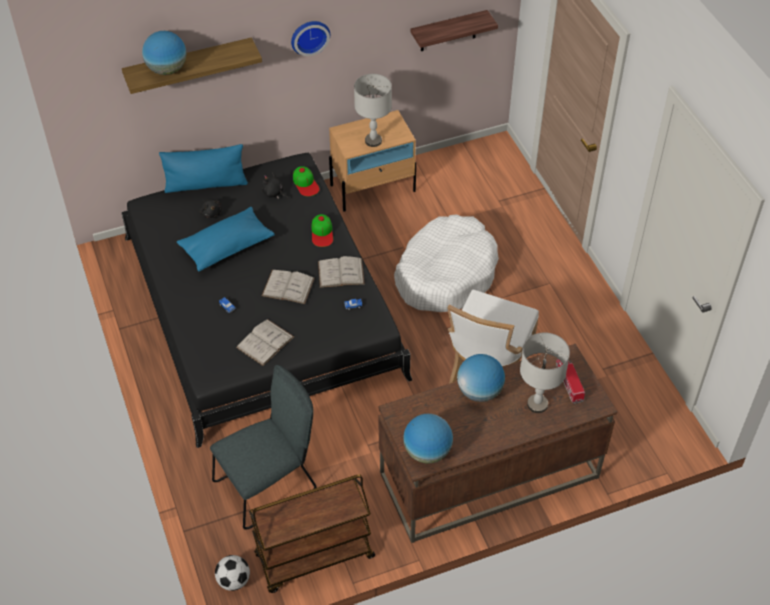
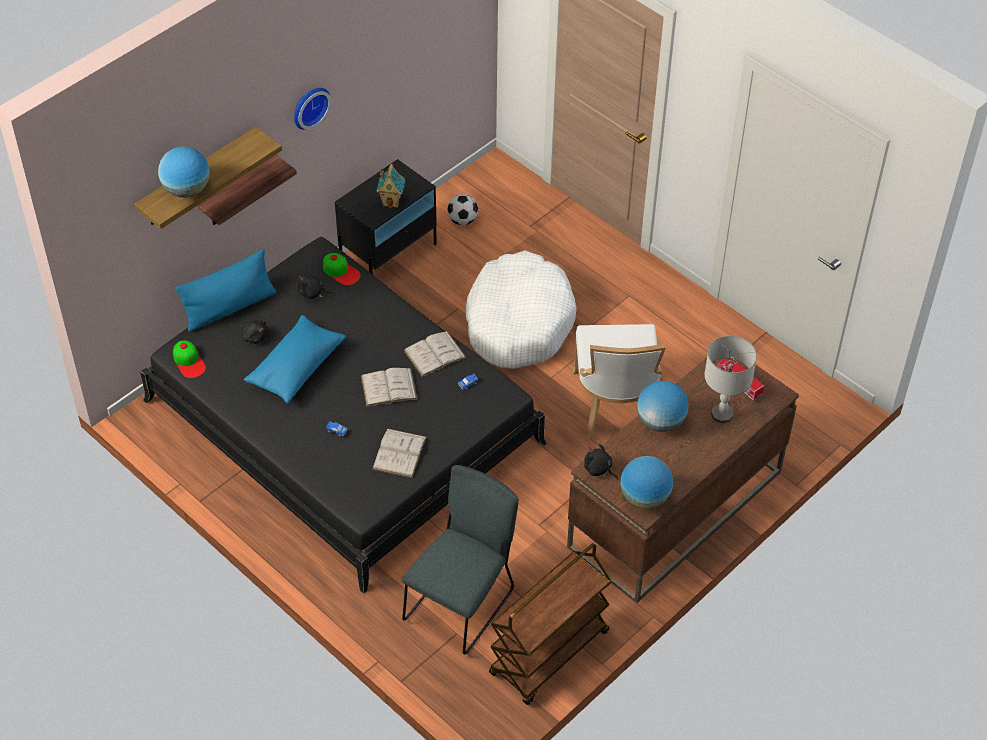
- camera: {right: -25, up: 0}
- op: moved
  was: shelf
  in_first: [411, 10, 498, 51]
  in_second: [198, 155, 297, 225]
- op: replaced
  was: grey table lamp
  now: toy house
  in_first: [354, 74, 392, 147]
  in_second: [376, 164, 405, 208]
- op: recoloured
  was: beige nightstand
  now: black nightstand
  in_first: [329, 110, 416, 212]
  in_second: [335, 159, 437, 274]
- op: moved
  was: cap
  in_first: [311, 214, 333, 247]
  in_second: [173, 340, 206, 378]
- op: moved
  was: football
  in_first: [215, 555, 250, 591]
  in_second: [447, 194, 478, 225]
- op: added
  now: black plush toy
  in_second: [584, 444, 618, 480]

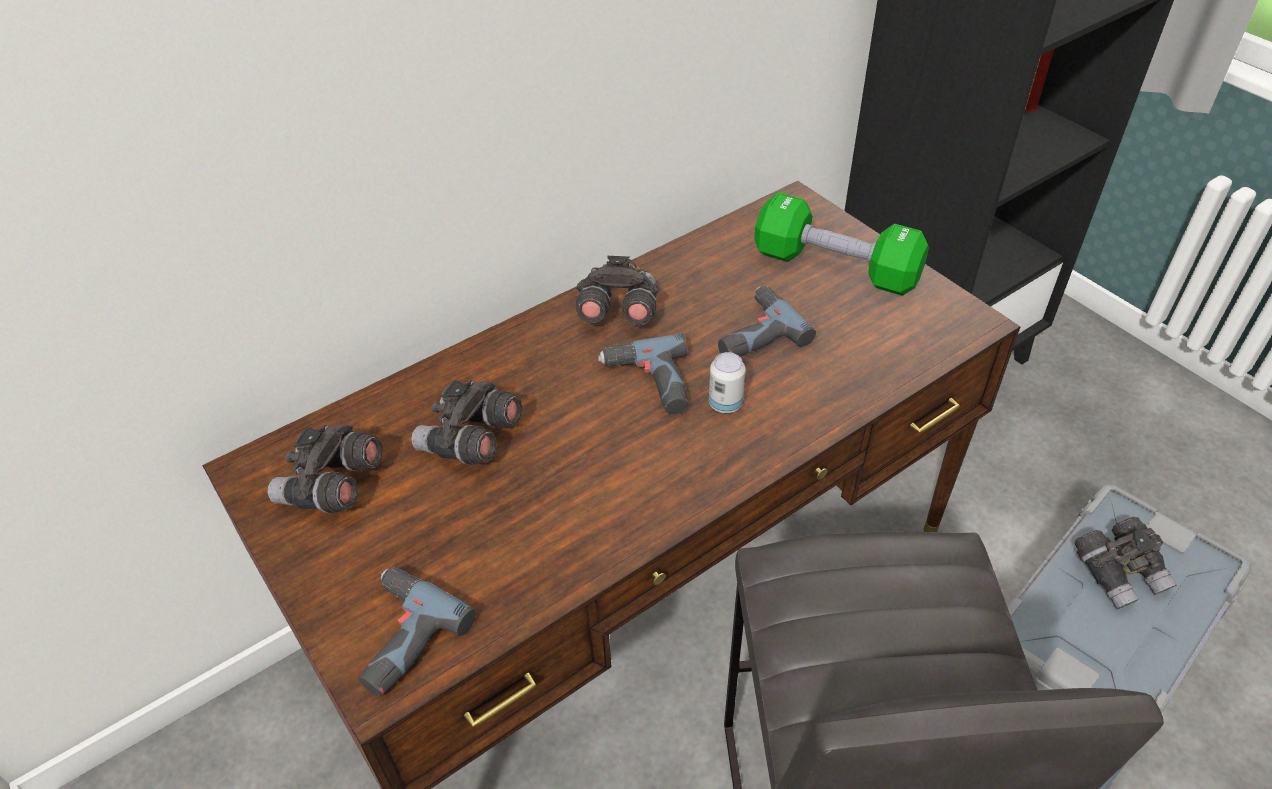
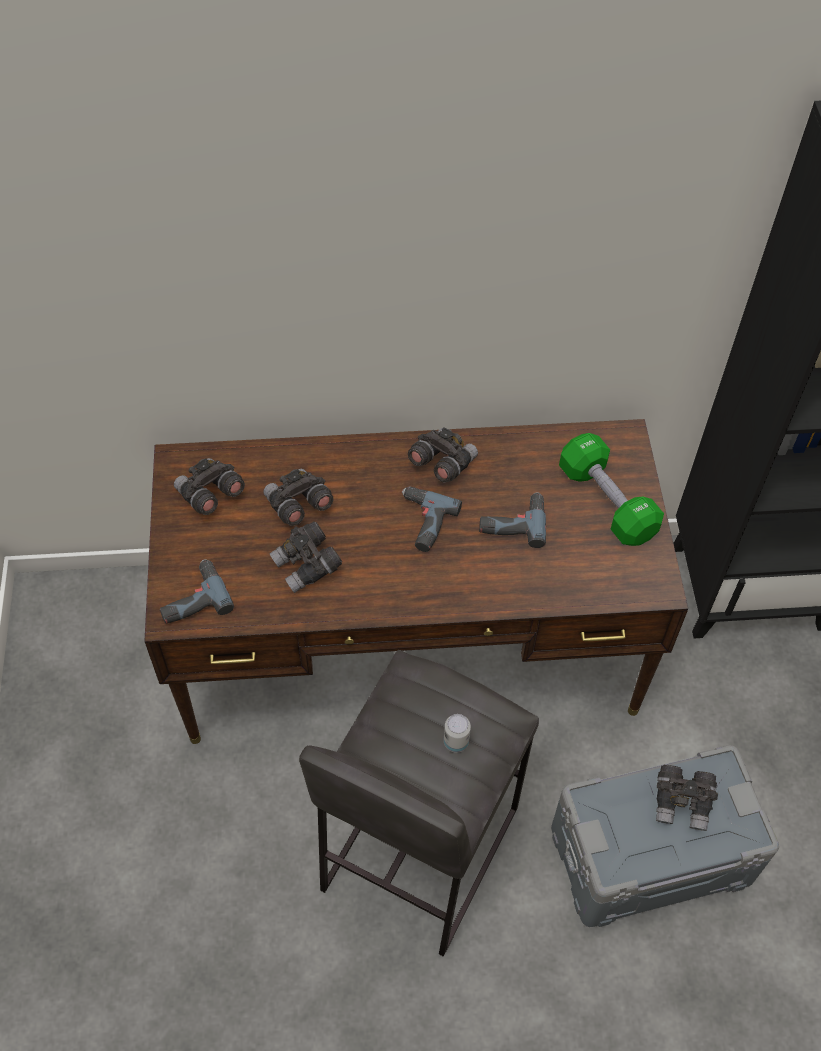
- camera: {right: 30, up: 10}
- op: moved
  was: can
  in_first: [709, 352, 745, 413]
  in_second: [444, 714, 471, 753]
- op: added
  now: grey binoculars
  in_second: [269, 522, 342, 593]

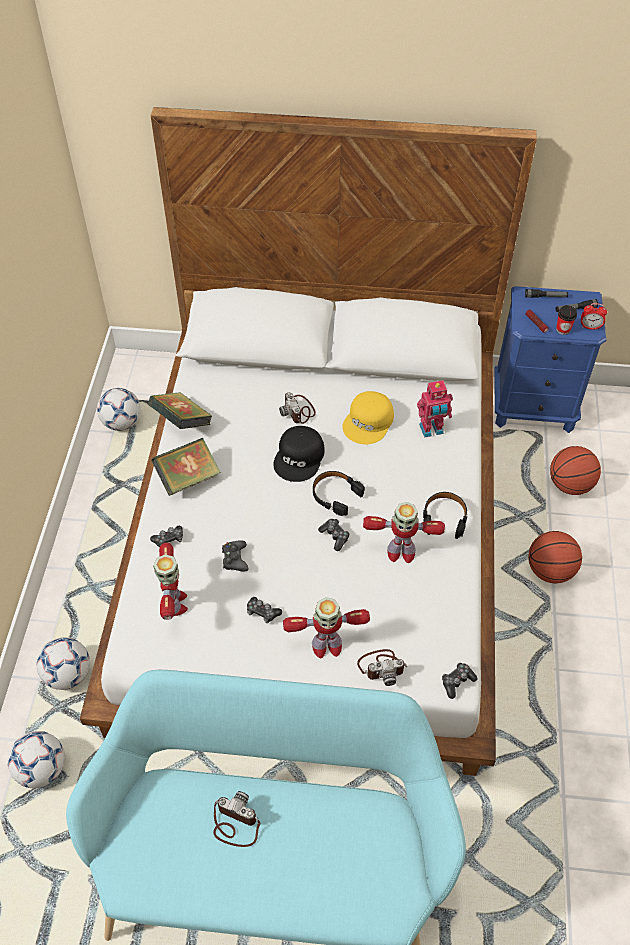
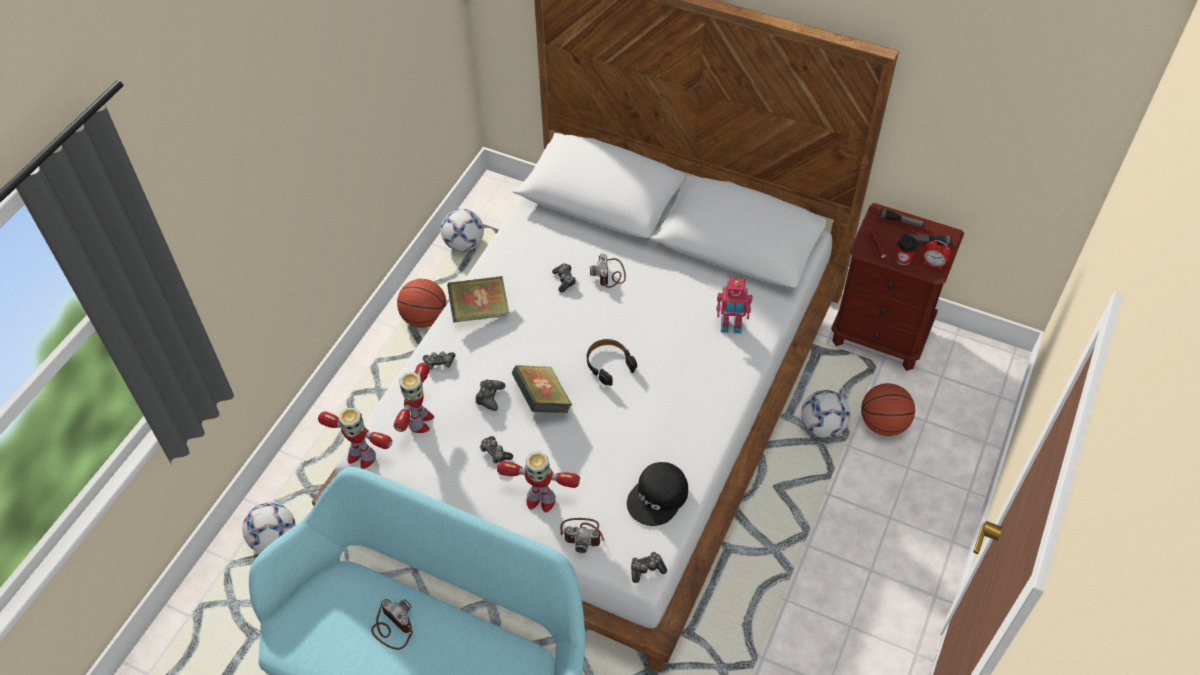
- camera: {right: 20, up: 0}
- op: recoloured
  was: blue nightstand
  now: brown nightstand
  in_first: [494, 286, 606, 433]
  in_second: [831, 203, 964, 371]
- op: removed
  was: yellow cap
  in_first: [342, 391, 394, 444]
- op: moved
  was: book
  in_first: [148, 392, 212, 429]
  in_second: [512, 365, 573, 413]
- op: moved
  was: black cap
  in_first: [273, 426, 325, 482]
  in_second: [627, 462, 688, 526]
- op: removed
  was: black headphones
  in_first: [423, 492, 468, 539]
- op: moved
  was: toy robot
  in_first: [363, 502, 445, 563]
  in_second: [318, 408, 392, 469]
- op: moved
  was: game controller
  in_first: [318, 519, 350, 551]
  in_second: [552, 263, 576, 292]
- op: moved
  was: basketball
  in_first: [528, 531, 582, 583]
  in_second: [397, 279, 446, 328]
- op: moved
  was: football
  in_first: [37, 637, 90, 690]
  in_second: [801, 390, 850, 438]

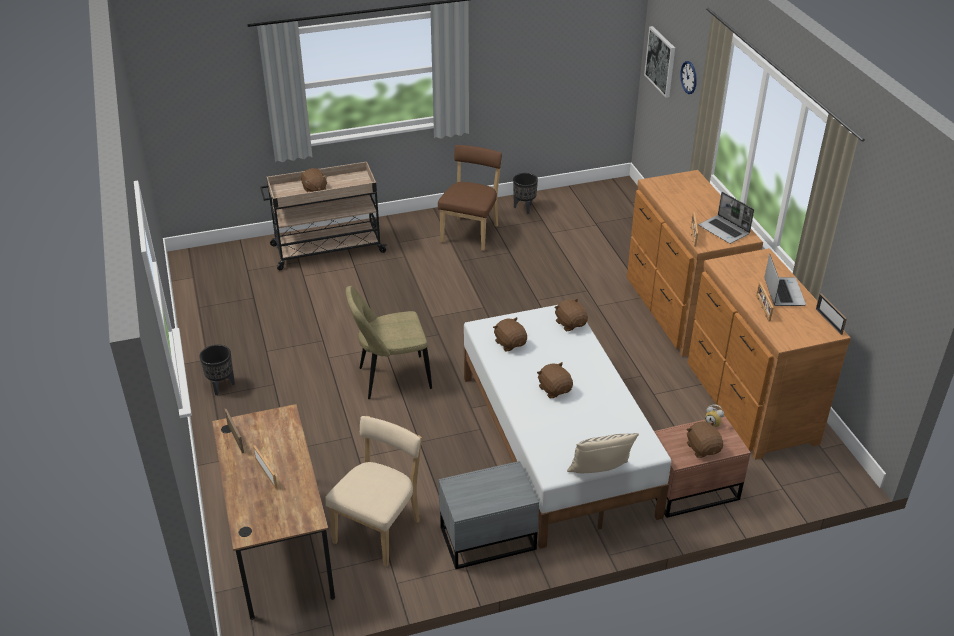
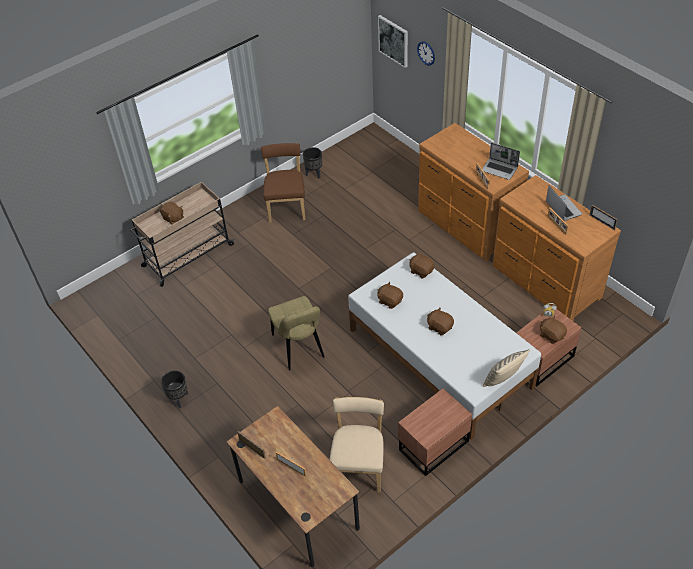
- camera: {right: -20, up: 10}
- op: turned
  was: beige chair
  in_first: [346, 286, 432, 399]
  in_second: [268, 296, 324, 370]
  clockwise: -75
- op: recoloured
  was: grey nightstand
  now: brown nightstand
  in_first: [438, 461, 539, 569]
  in_second: [398, 389, 472, 476]

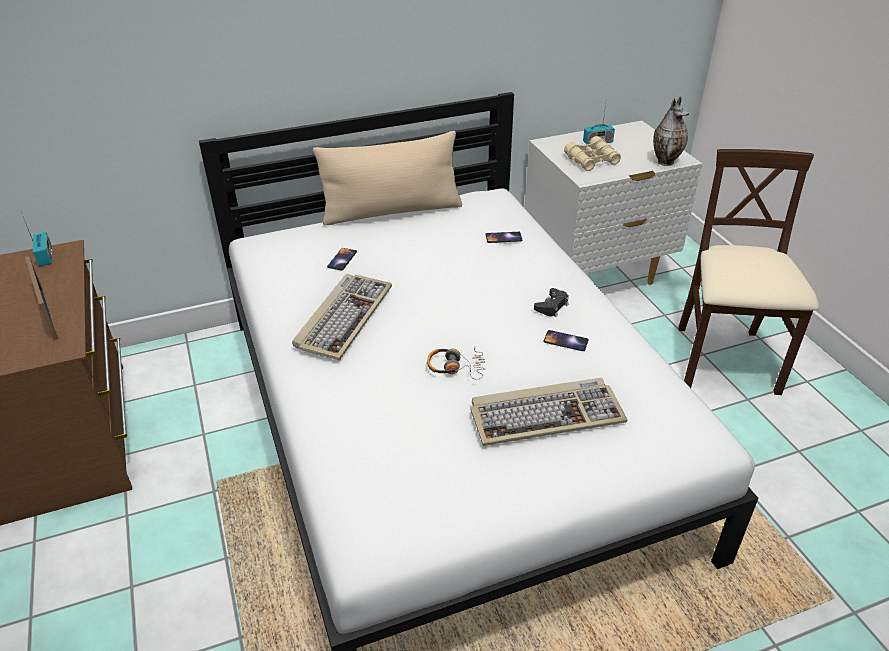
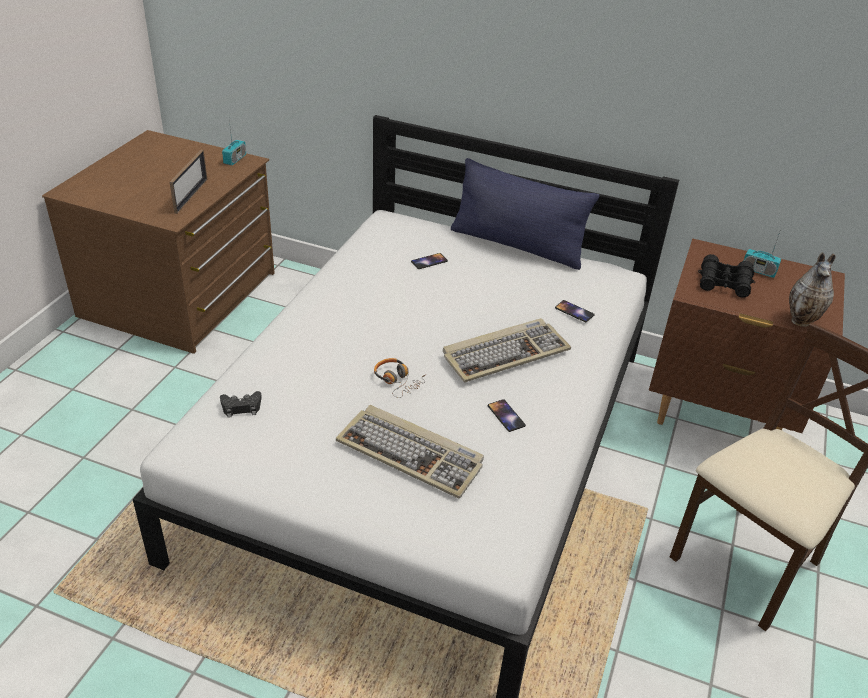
- camera: {right: 40, up: 0}
- op: recoloured
  was: white nightstand
  now: brown nightstand
  in_first: [525, 121, 702, 285]
  in_second: [649, 238, 845, 433]
- op: recoloured
  was: beige pillow
  now: blue pillow
  in_first: [313, 131, 462, 225]
  in_second: [451, 158, 599, 270]
- op: recoloured
  was: beige binoculars
  now: black binoculars
  in_first: [564, 136, 621, 171]
  in_second: [698, 254, 755, 298]
- op: moved
  was: keyboard
  in_first: [292, 274, 392, 360]
  in_second: [443, 318, 571, 383]
- op: moved
  was: black game controller
  in_first: [534, 288, 569, 317]
  in_second: [220, 391, 262, 418]

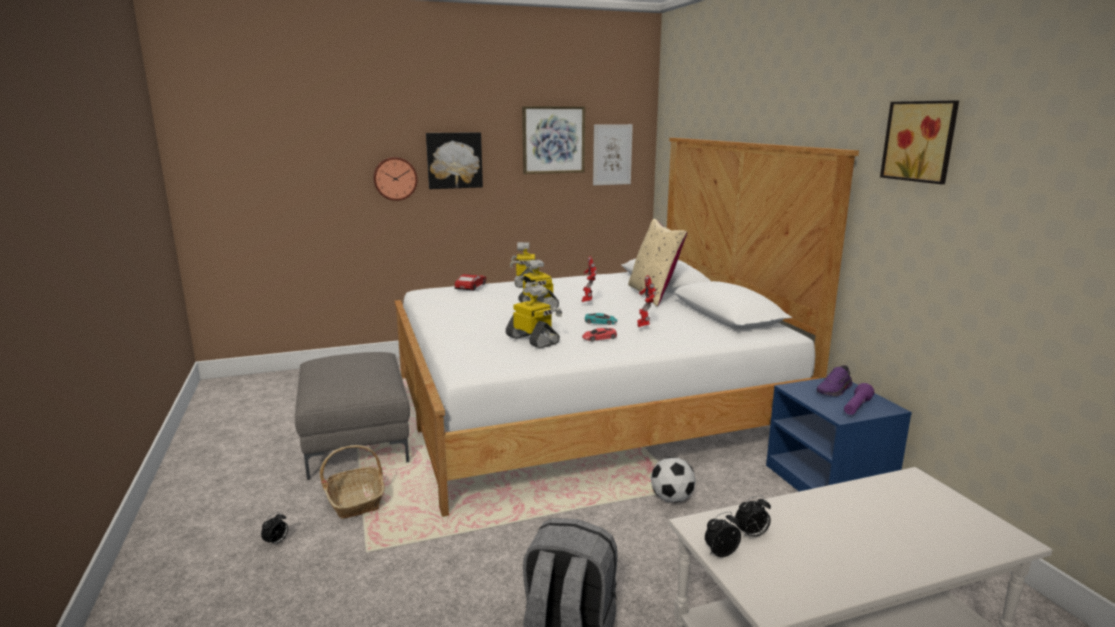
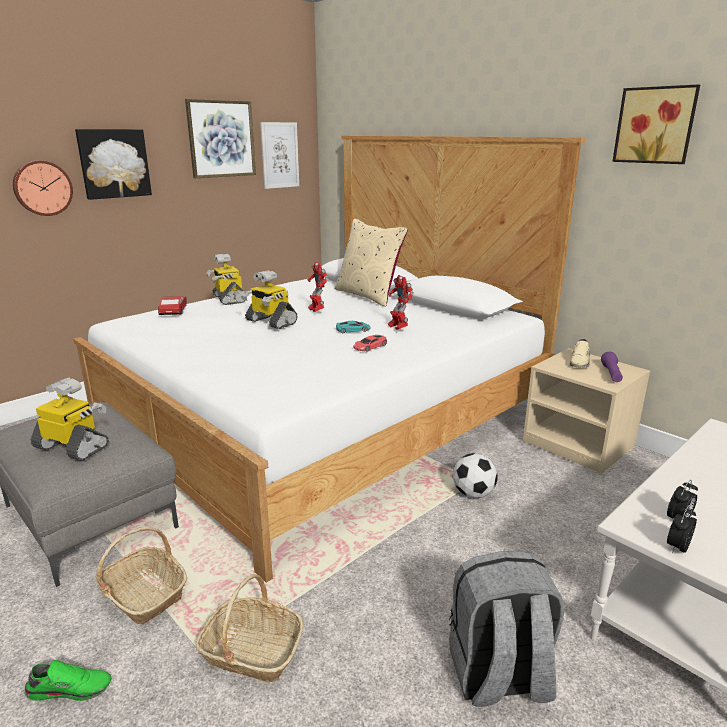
- camera: {right: -25, up: 5}
- op: moved
  was: toy robot
  in_first: [506, 285, 562, 348]
  in_second: [31, 378, 109, 460]
- op: recoloured
  was: purple shoe
  now: beige shoe
  in_first: [817, 365, 853, 396]
  in_second: [570, 339, 590, 368]
- op: recoloured
  was: blue nightstand
  now: beige nightstand
  in_first: [766, 378, 912, 491]
  in_second: [523, 348, 650, 474]
- op: replaced
  was: alarm clock
  now: green shoe
  in_first: [261, 512, 288, 546]
  in_second: [24, 660, 112, 701]
- op: added
  now: basket
  in_second: [196, 574, 303, 682]

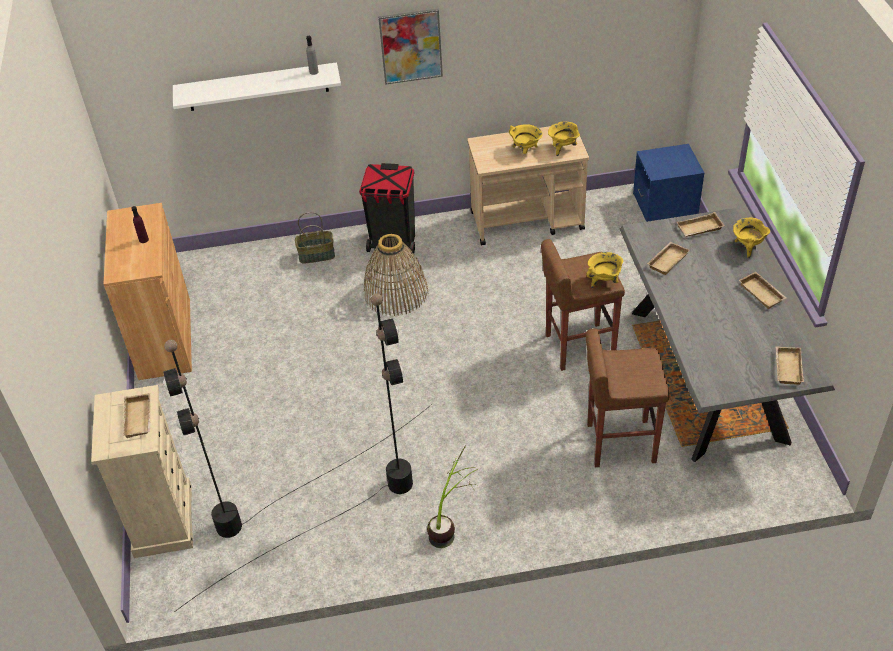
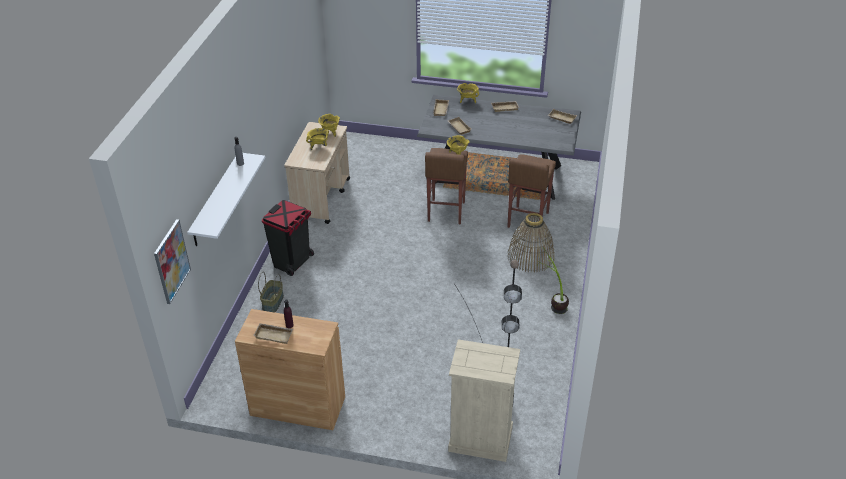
- camera: {right: -70, up: -5}
- op: moved
  was: picture
  in_first: [378, 9, 443, 85]
  in_second: [154, 219, 191, 304]
- op: removed
  was: blue nightstand
  in_first: [633, 144, 704, 222]
- op: moved
  was: basket
  in_first: [363, 234, 428, 316]
  in_second: [507, 213, 554, 273]
- op: removed
  was: black floor lamp
  in_first: [174, 293, 413, 612]
- op: moved
  was: beige tray
  in_first: [123, 393, 151, 438]
  in_second: [253, 323, 293, 344]

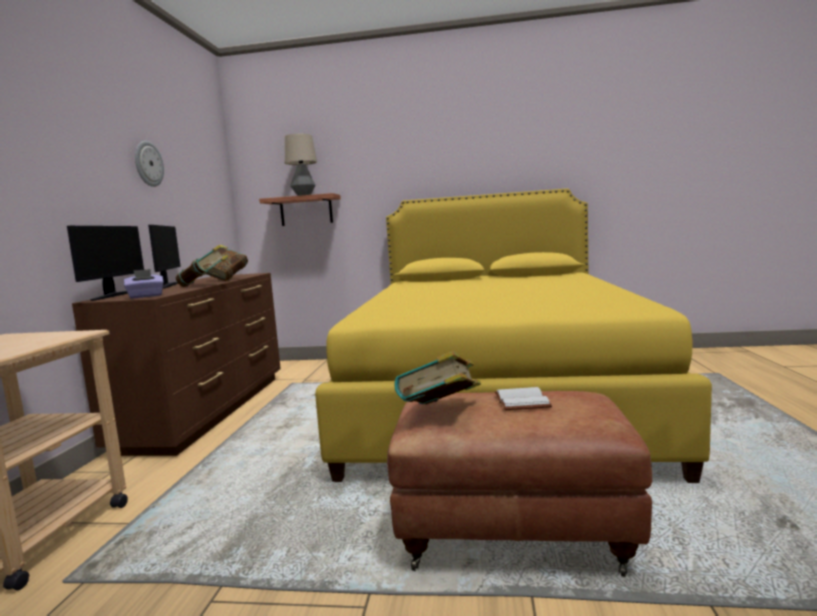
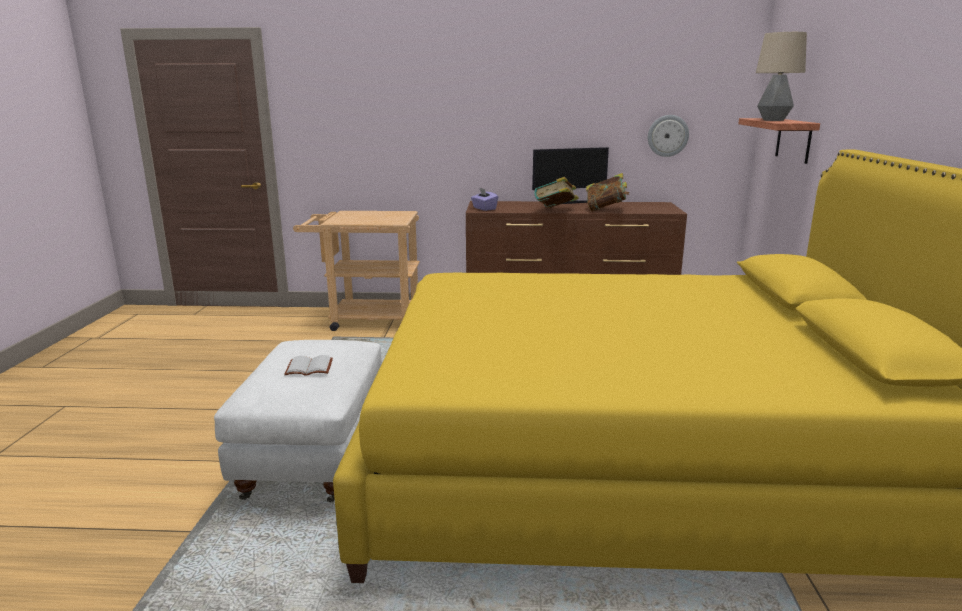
- camera: {right: 85, up: 10}
- op: moved
  was: wall clock
  in_first: [135, 141, 164, 187]
  in_second: [648, 115, 689, 157]
- op: removed
  was: monitor
  in_first: [67, 226, 144, 301]
- op: removed
  was: book
  in_first: [395, 351, 481, 404]
- op: recoloured
  was: brown ottoman
  now: white ottoman
  in_first: [387, 391, 652, 577]
  in_second: [214, 340, 382, 502]

